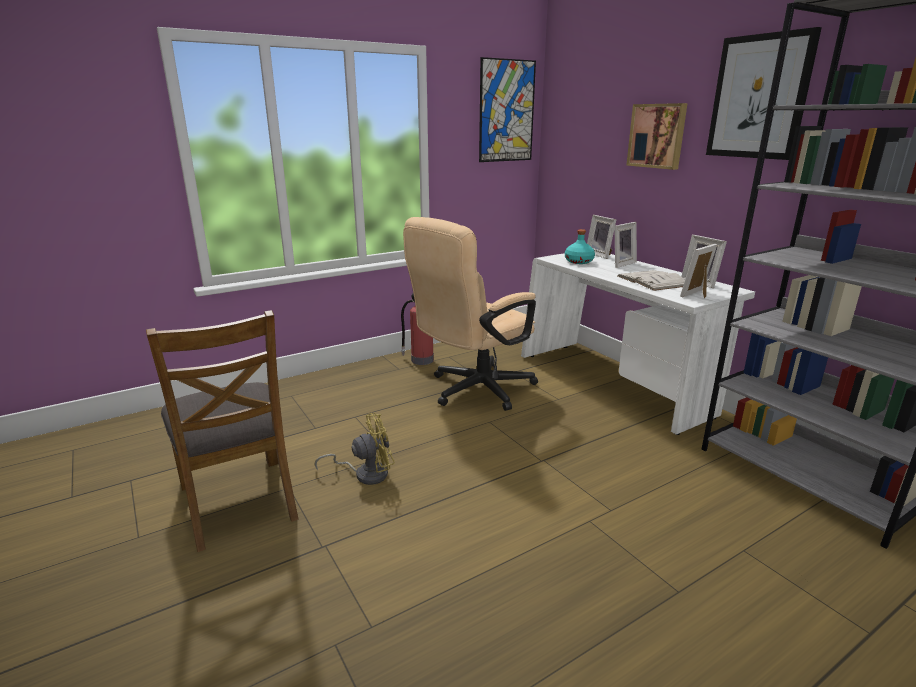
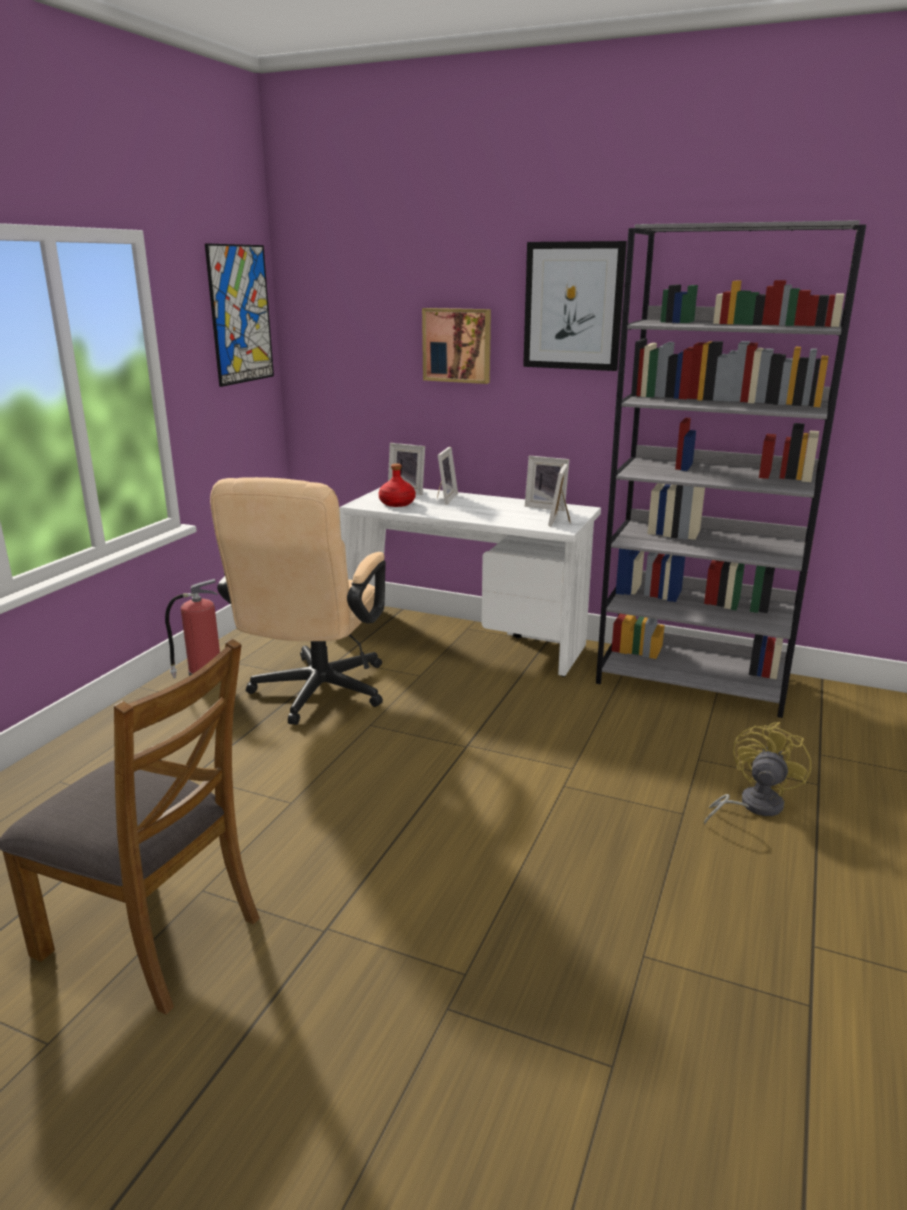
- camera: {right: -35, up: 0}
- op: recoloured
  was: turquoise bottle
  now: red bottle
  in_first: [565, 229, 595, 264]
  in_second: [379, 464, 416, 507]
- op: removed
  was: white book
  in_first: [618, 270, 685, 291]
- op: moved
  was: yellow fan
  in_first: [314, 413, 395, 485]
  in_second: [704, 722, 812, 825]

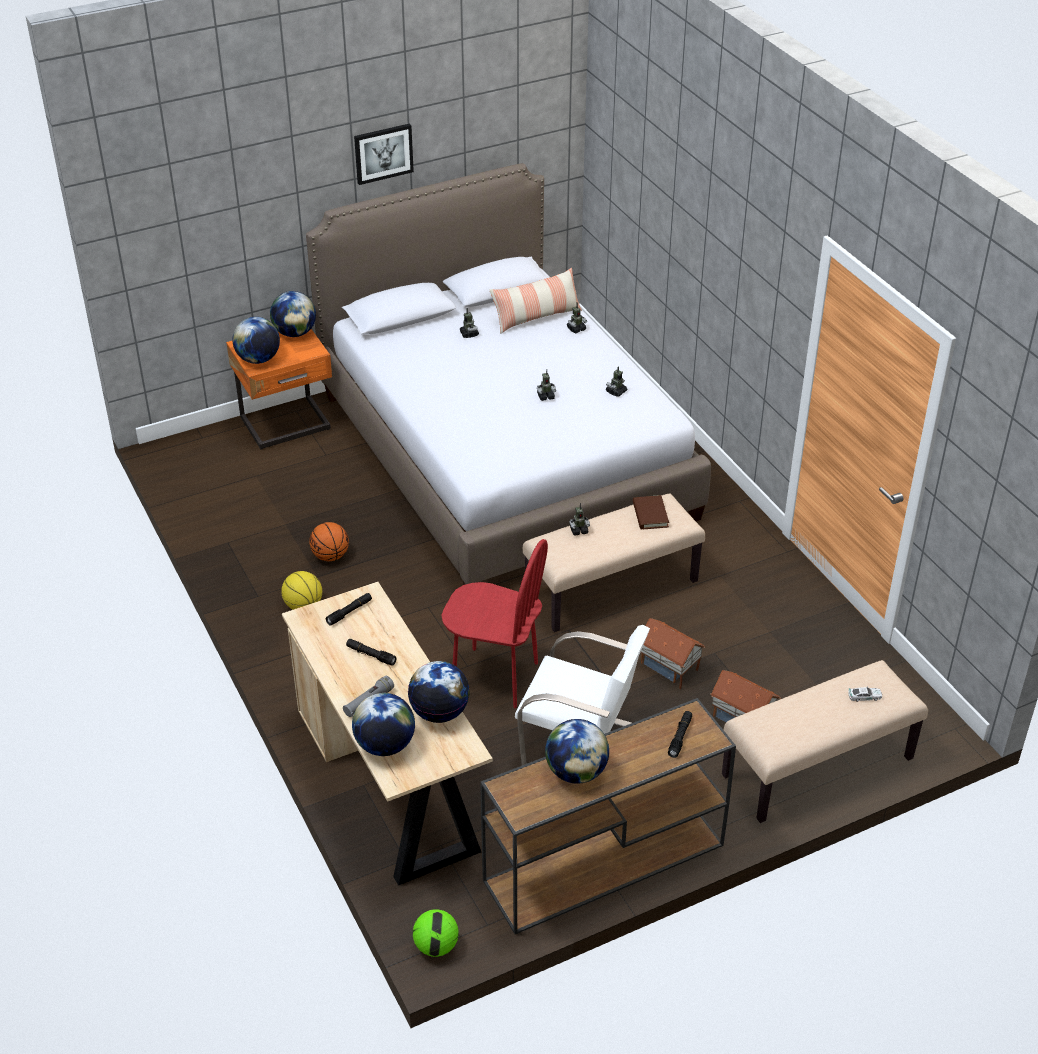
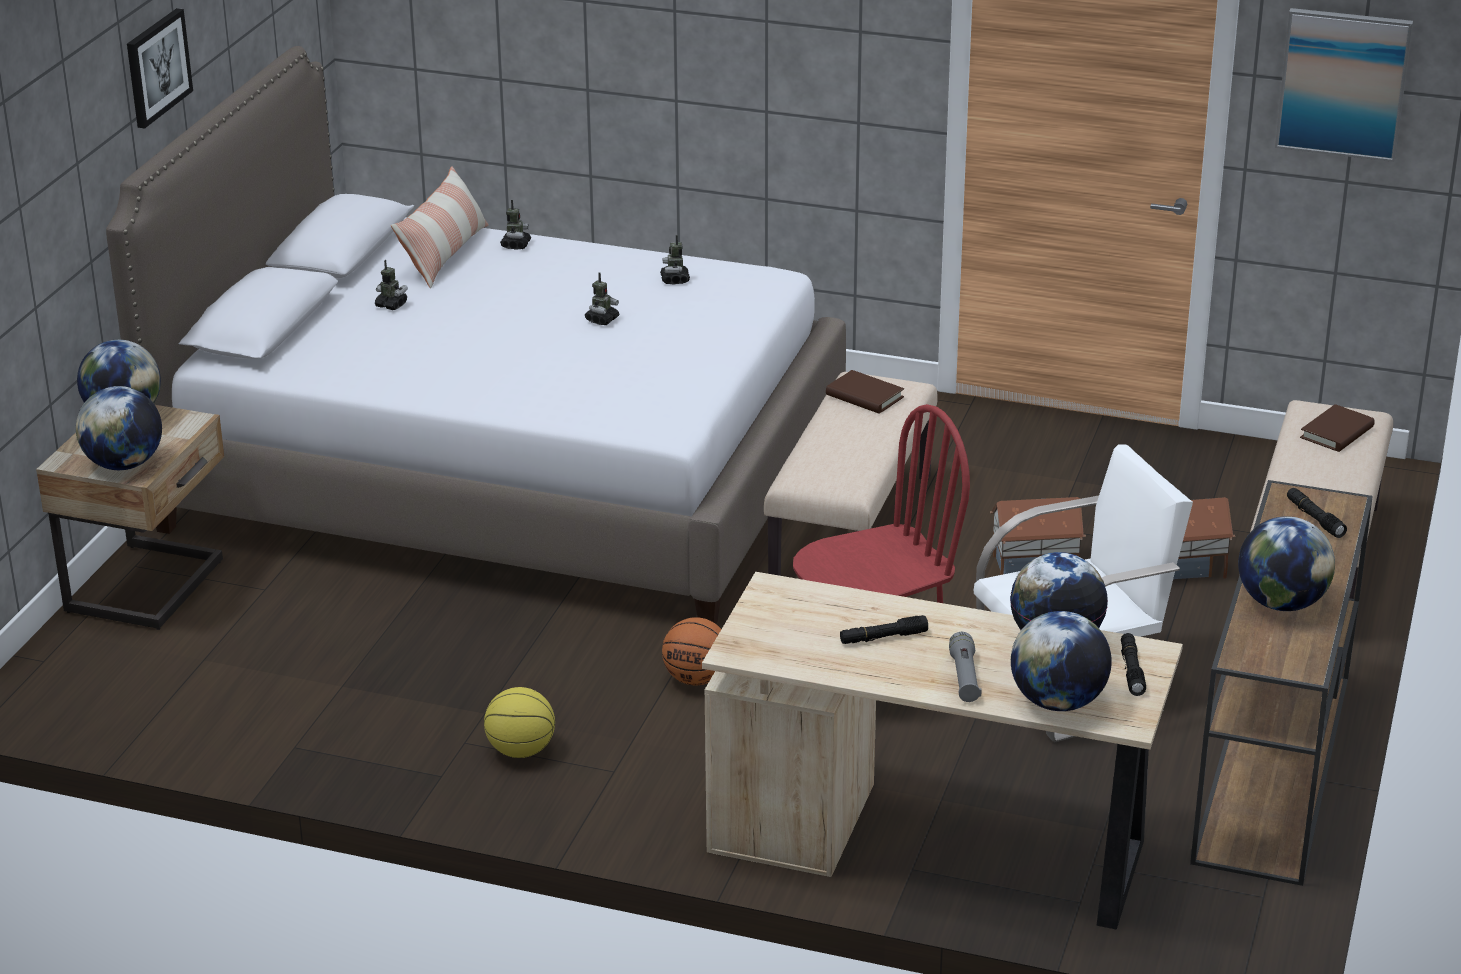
- camera: {right: -45, up: -10}
- op: recoloured
  was: orange nightstand
  now: beige nightstand
  in_first: [226, 329, 332, 450]
  in_second: [36, 405, 224, 630]
- op: removed
  was: toy robot
  in_first: [569, 503, 590, 536]
- op: moved
  was: basketball
  in_first: [309, 522, 349, 561]
  in_second: [662, 617, 721, 685]
- op: moved
  was: black flashlight
  in_first: [326, 593, 372, 626]
  in_second: [1121, 633, 1146, 696]
- op: replaced
  was: toy car
  now: brown book
  in_first: [848, 686, 882, 702]
  in_second: [1300, 404, 1375, 452]
- op: removed
  was: football
  in_first: [413, 909, 459, 957]
- op: added
  now: picture
  in_second: [1275, 8, 1413, 162]

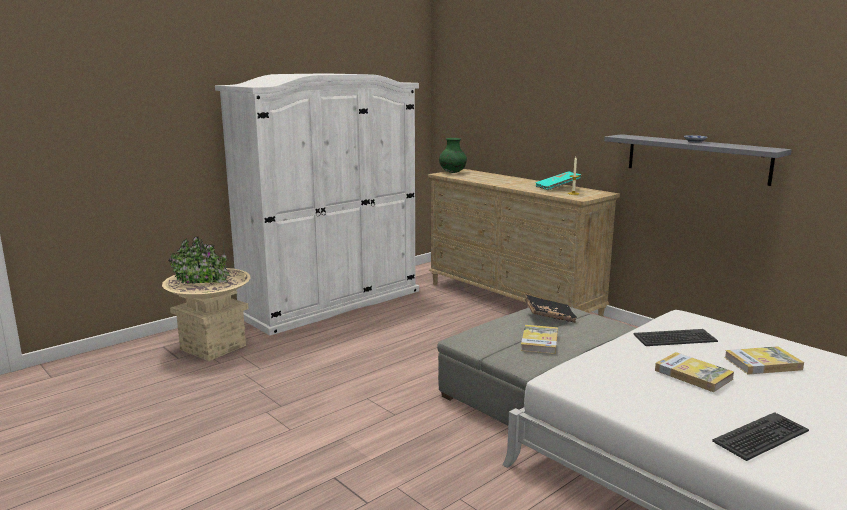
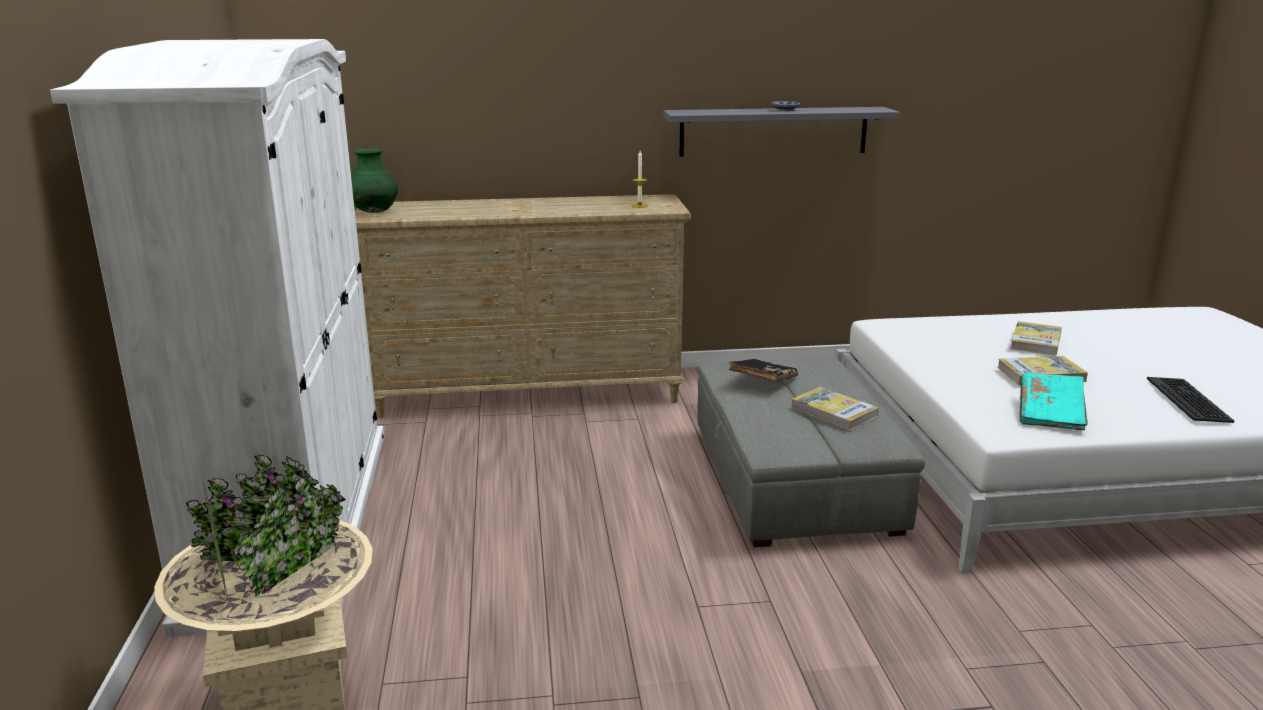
- camera: {right: -55, up: 5}
- op: moved
  was: turquoise book
  in_first: [536, 171, 582, 190]
  in_second: [1020, 372, 1088, 430]
- op: removed
  was: keyboard
  in_first: [633, 329, 718, 346]

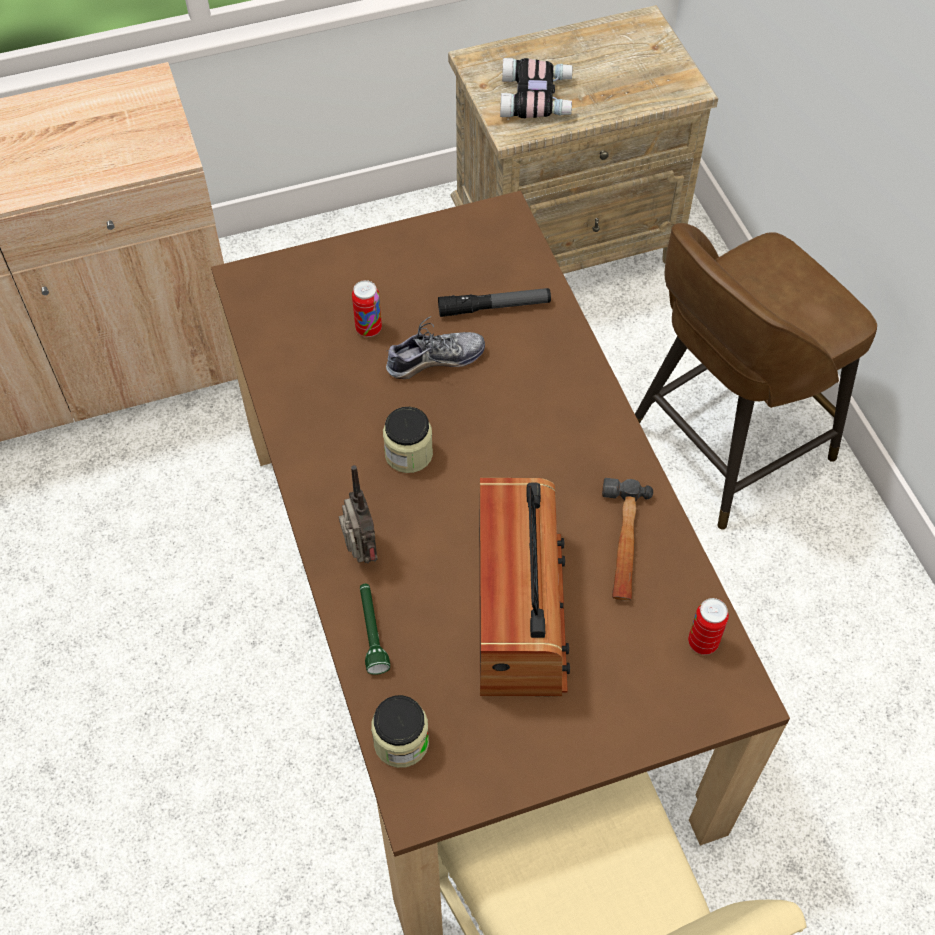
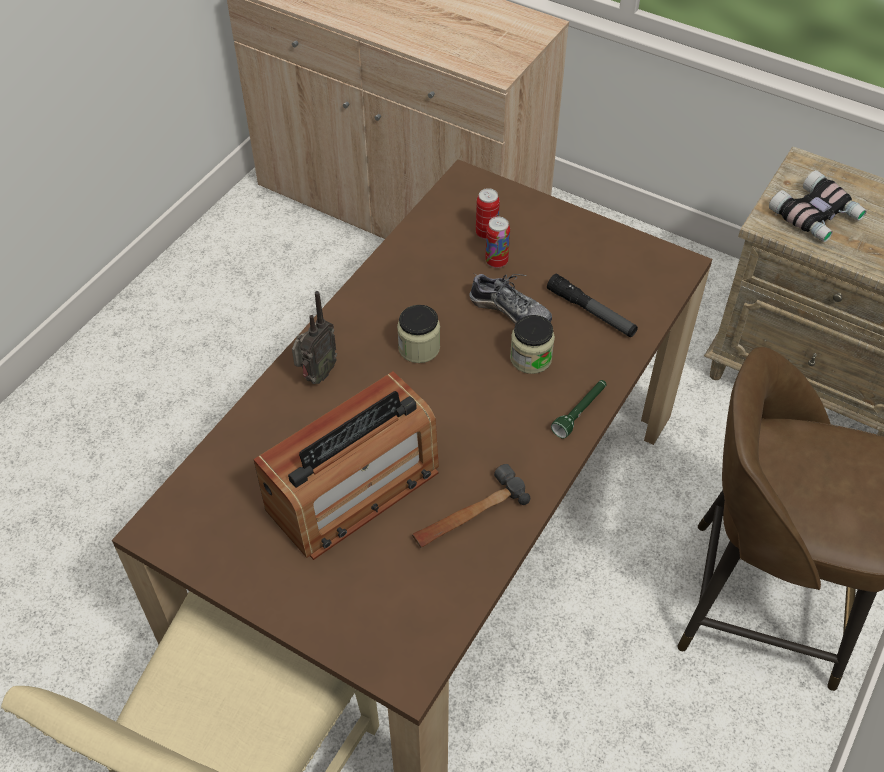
- camera: {right: 50, up: -5}
- op: moved
  was: green flashlight
  in_first: [360, 584, 390, 675]
  in_second: [551, 380, 606, 439]
- op: moved
  was: can
  in_first: [688, 598, 729, 655]
  in_second: [476, 188, 500, 239]
- op: moved
  was: jar
  in_first: [371, 695, 429, 768]
  in_second: [510, 315, 555, 374]

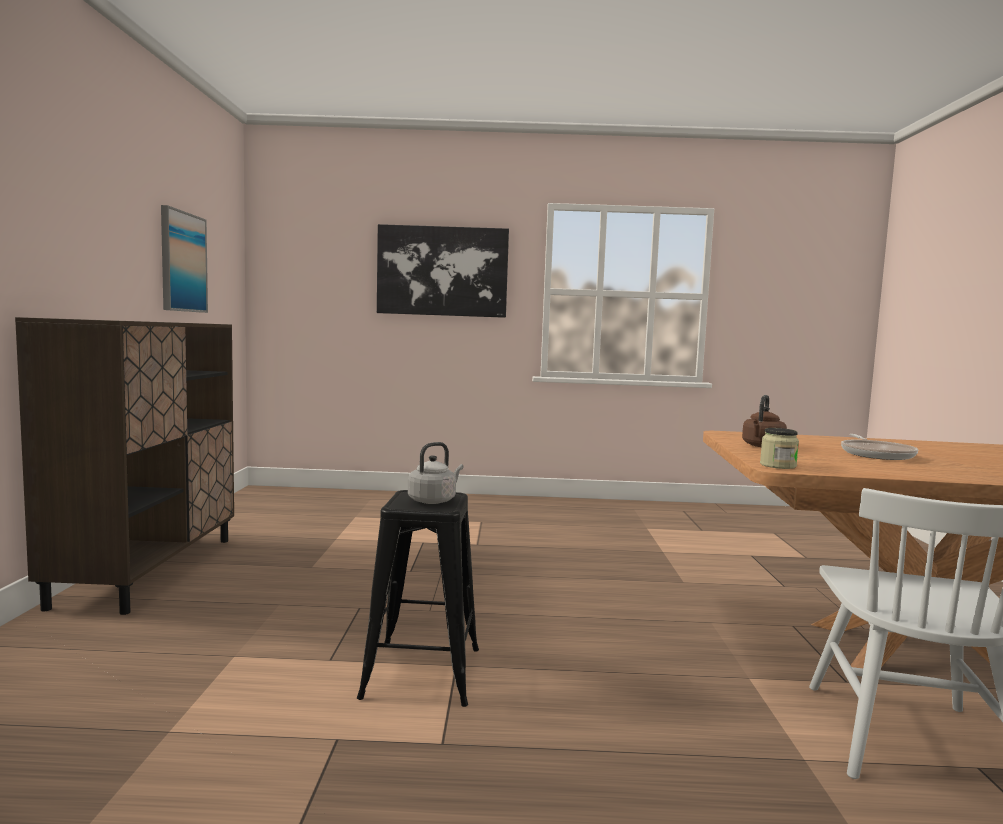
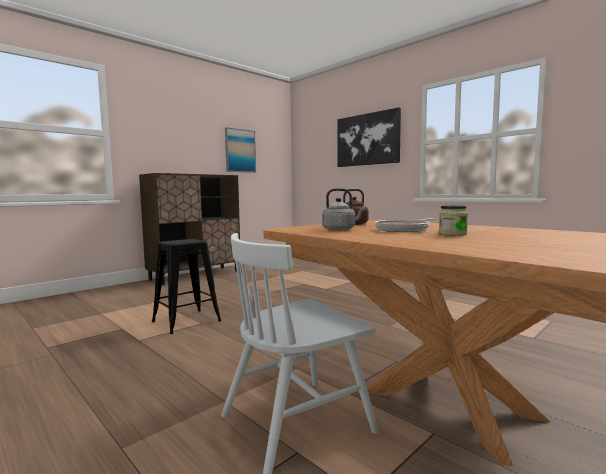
- camera: {right: 45, up: 0}
- op: moved
  was: jar
  in_first: [760, 428, 799, 469]
  in_second: [439, 205, 468, 236]
- op: moved
  was: grey kettle
  in_first: [408, 442, 463, 504]
  in_second: [322, 188, 365, 231]

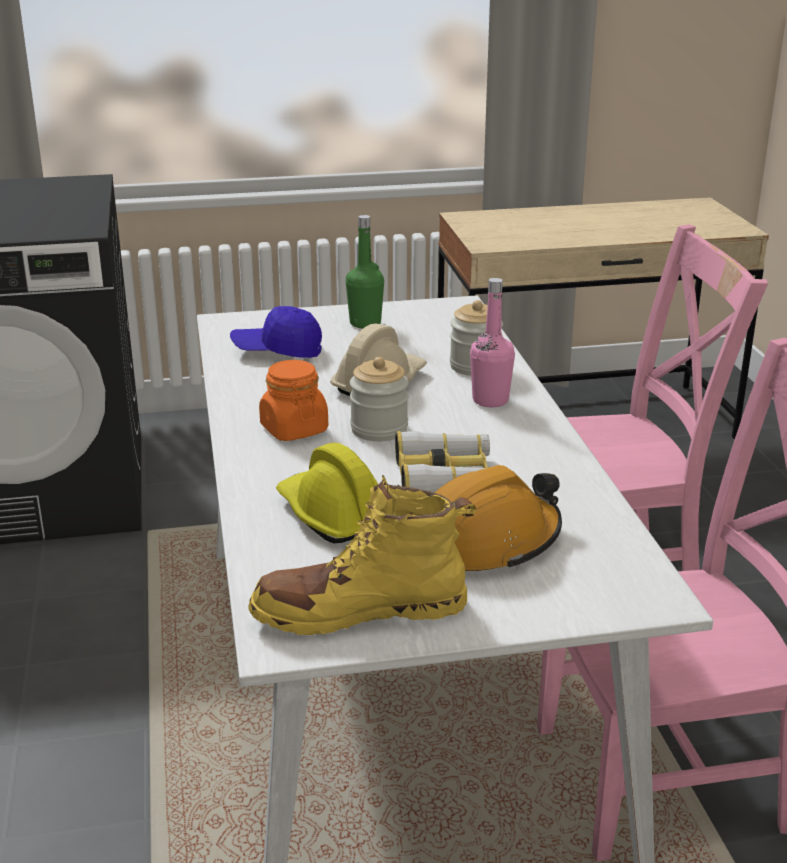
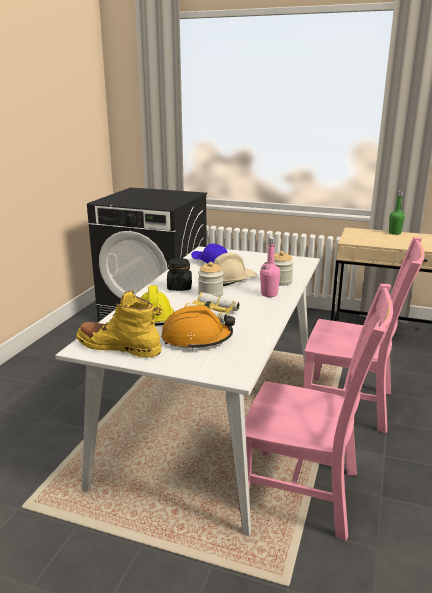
- camera: {right: 30, up: -5}
- op: moved
  was: green bottle
  in_first: [346, 215, 384, 328]
  in_second: [389, 191, 405, 235]
- op: recoloured
  was: orange jar
  now: black jar
  in_first: [259, 360, 328, 441]
  in_second: [167, 258, 192, 291]

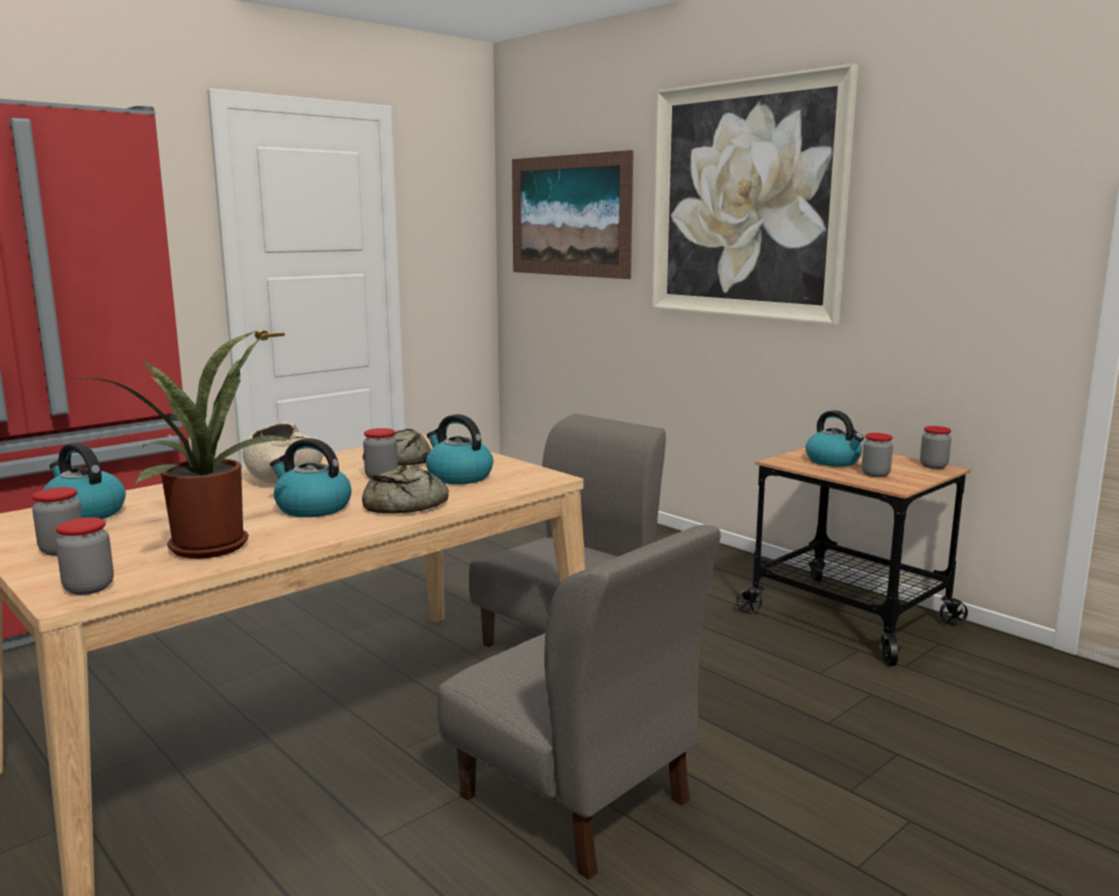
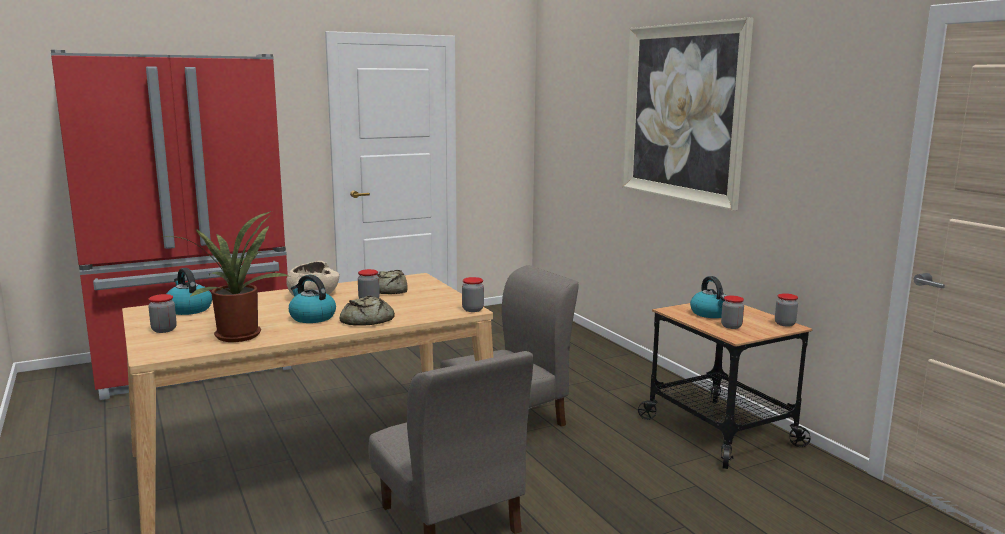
- camera: {right: 15, up: 0}
- op: removed
  was: picture
  in_first: [512, 150, 633, 279]
- op: removed
  was: kettle
  in_first: [426, 414, 493, 484]
- op: moved
  was: jar
  in_first: [56, 517, 114, 595]
  in_second: [462, 277, 484, 312]

